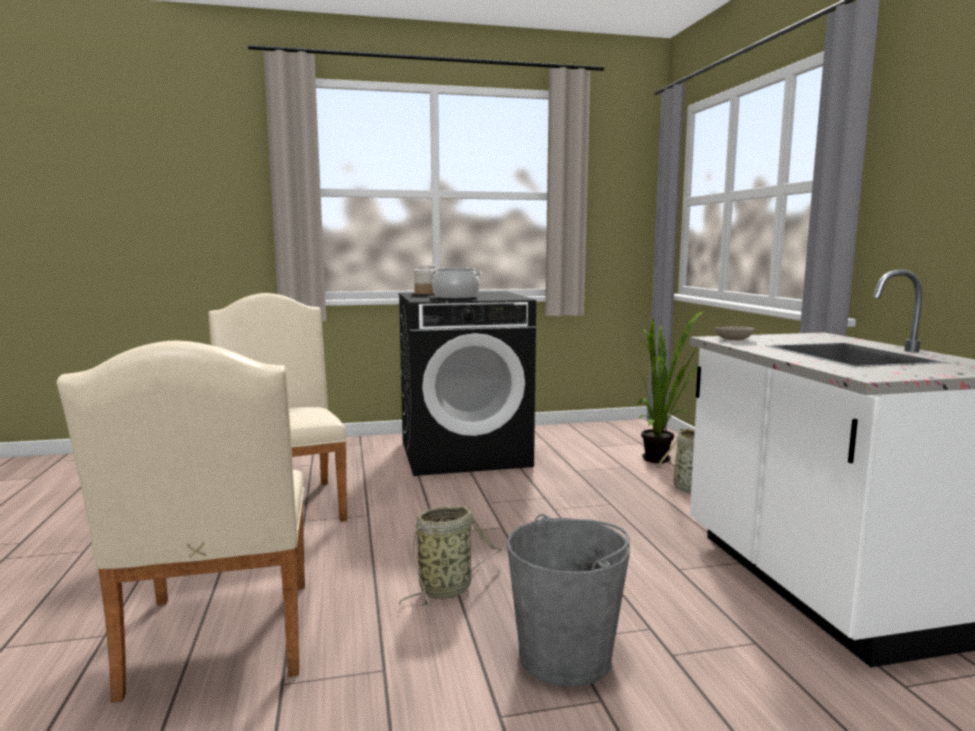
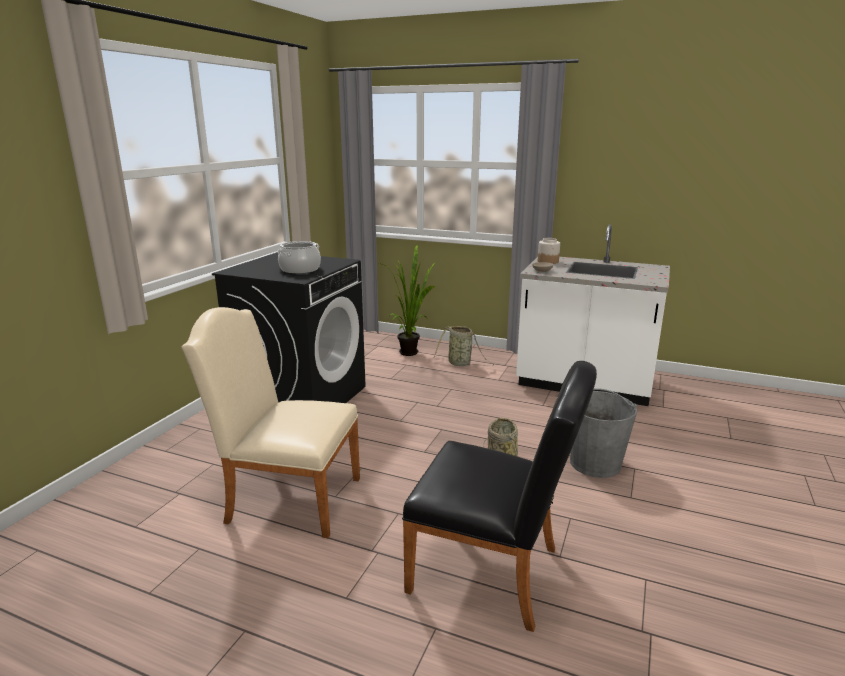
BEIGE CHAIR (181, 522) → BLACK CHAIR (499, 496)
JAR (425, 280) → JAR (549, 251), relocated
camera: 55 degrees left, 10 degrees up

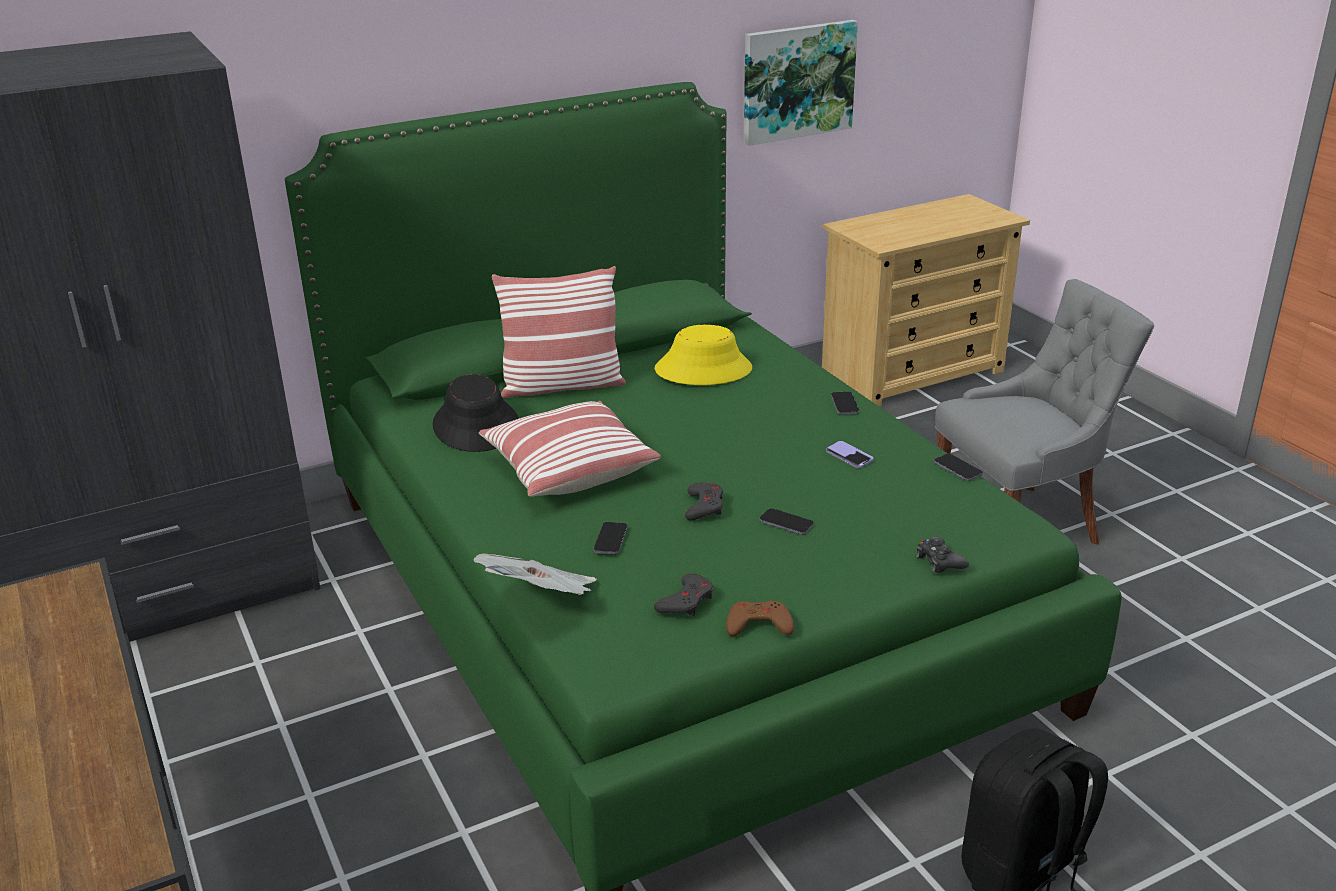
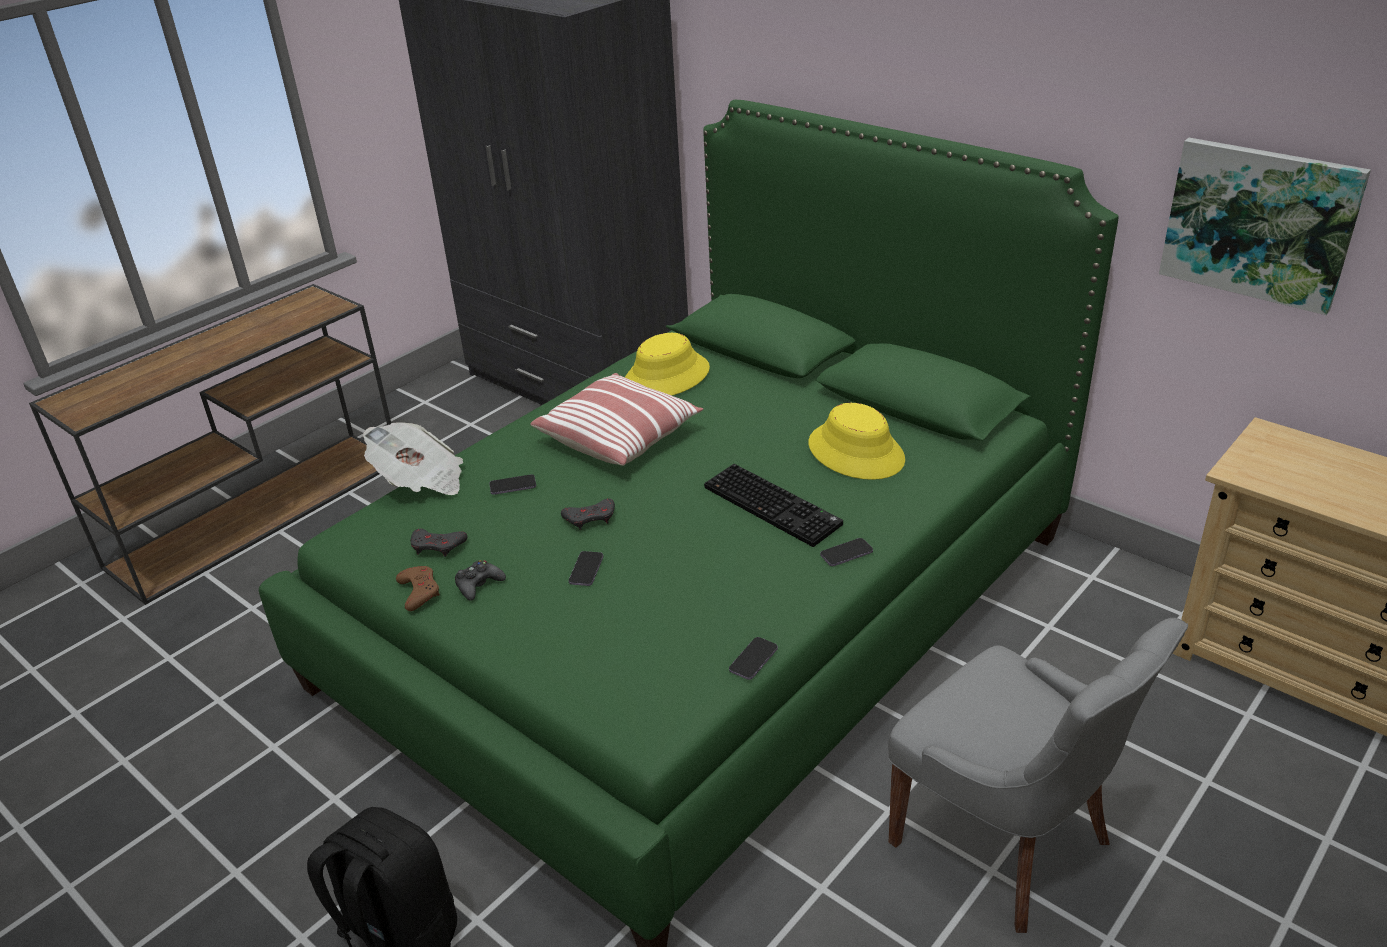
BLACK HAT (475, 413) → YELLOW HAT (667, 364)
PILLOW (559, 332) → -
PHONE (849, 454) → -
BLACK GAME CONTROLLER (942, 555) → BLACK GAME CONTROLLER (480, 580), relocated
- → KEYBOARD (773, 505)
camera: 70 degrees right, 5 degrees up

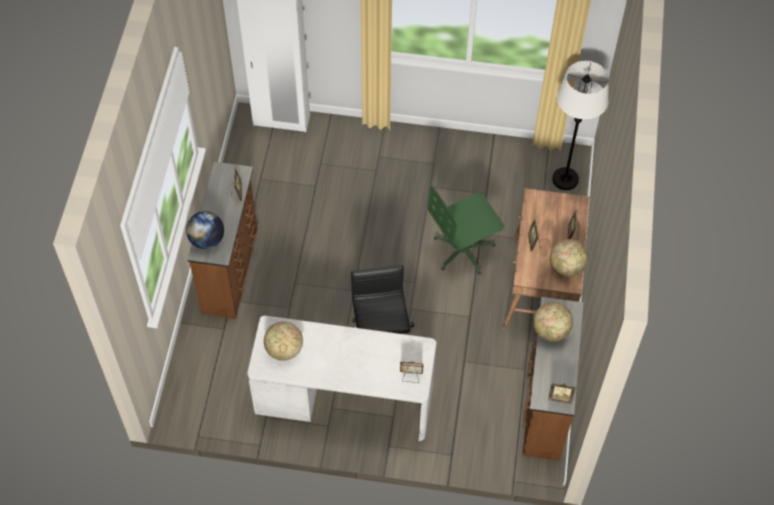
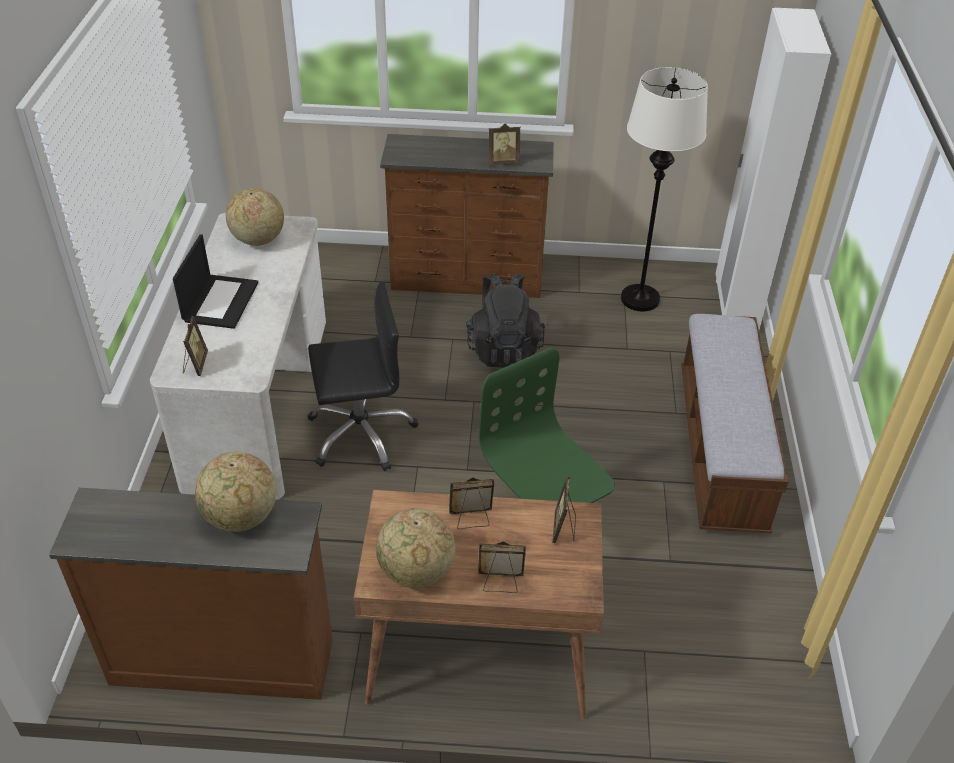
GLOBE (205, 230) → -
PICTURE FRAME (562, 393) → PICTURE FRAME (564, 509), relocated
WHITE FLOOR LAMP (580, 125) → WHITE FLOOR LAMP (664, 189), relocated
- → LAPTOP (215, 281)
- → BLACK BACKPACK (505, 321)
- → BENCH (734, 424)
camera: 85 degrees right, 15 degrees down

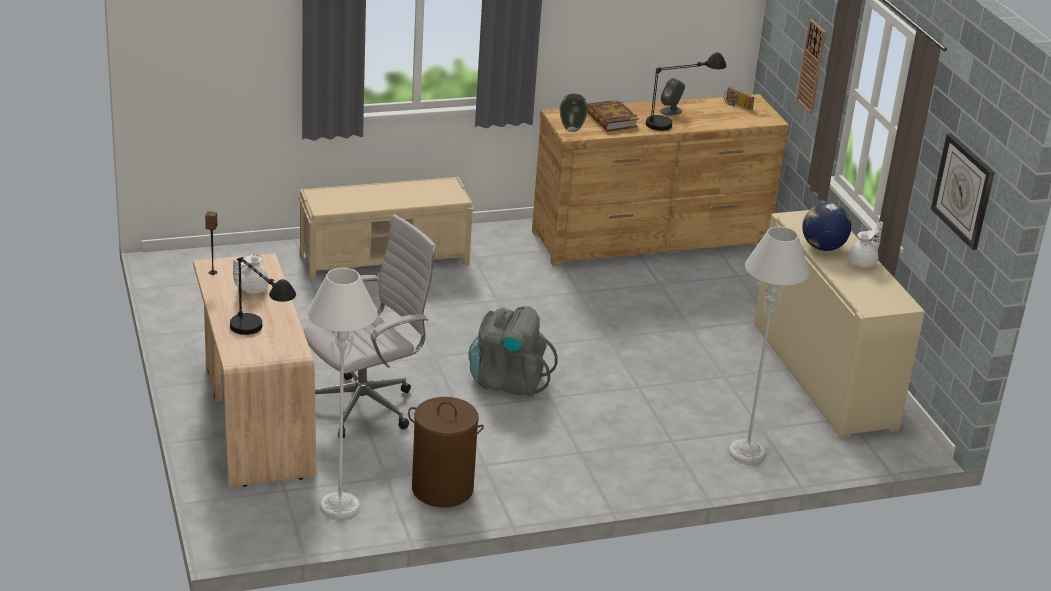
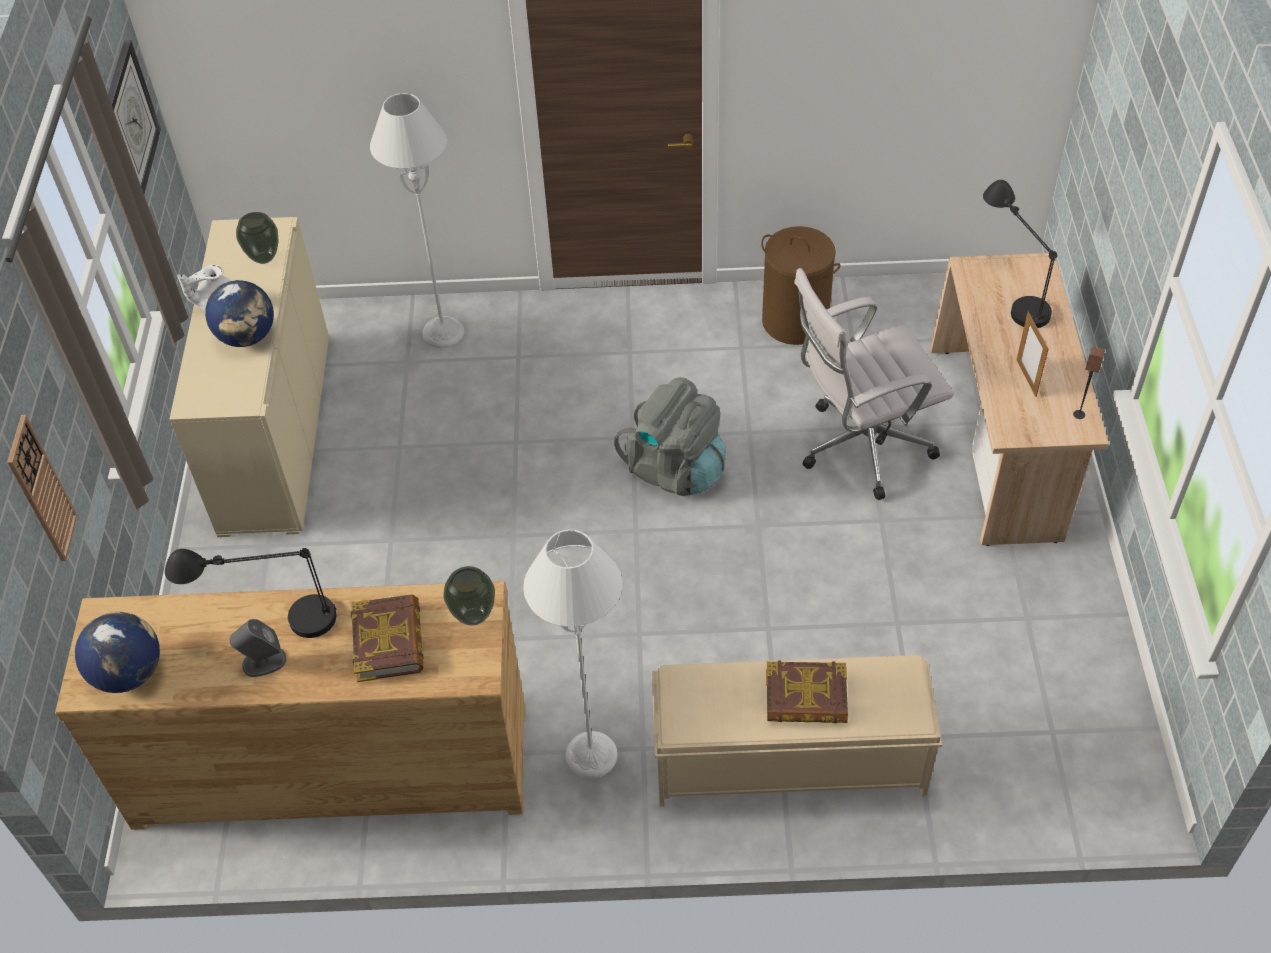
WHITE TEAPOT (251, 274) → PICTURE FRAME (1033, 354)
WHITE FLOOR LAMP (343, 393) → WHITE FLOOR LAMP (573, 654), relocated
RADIO (739, 98) → GLOBE (117, 652)
- → VASE (257, 238)
- → BOOK (807, 691)
camera: 160 degrees left, 20 degrees up

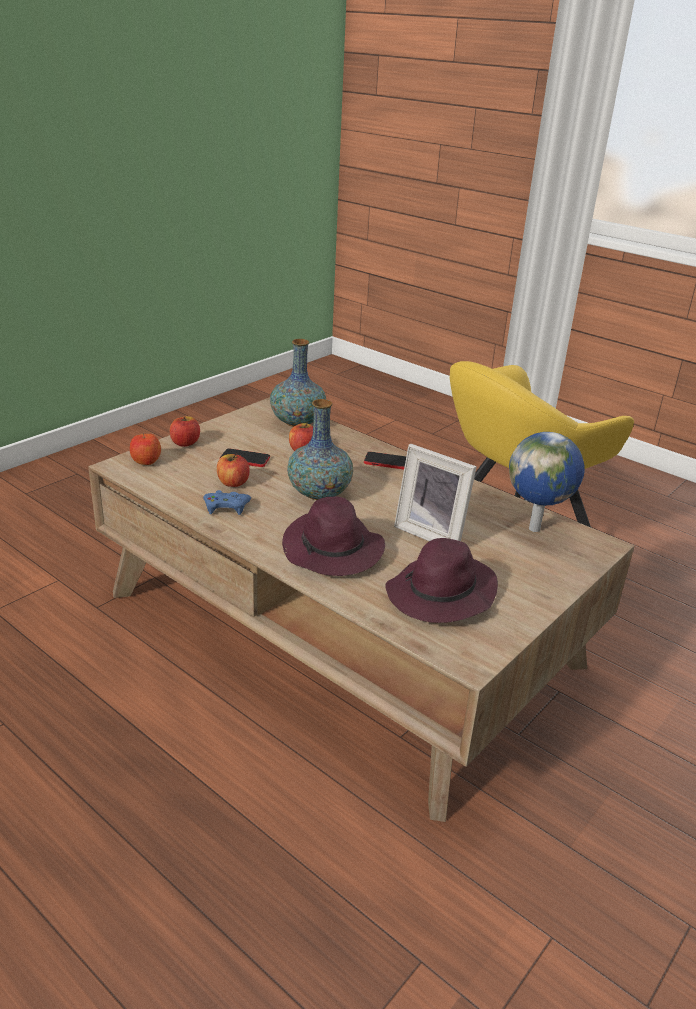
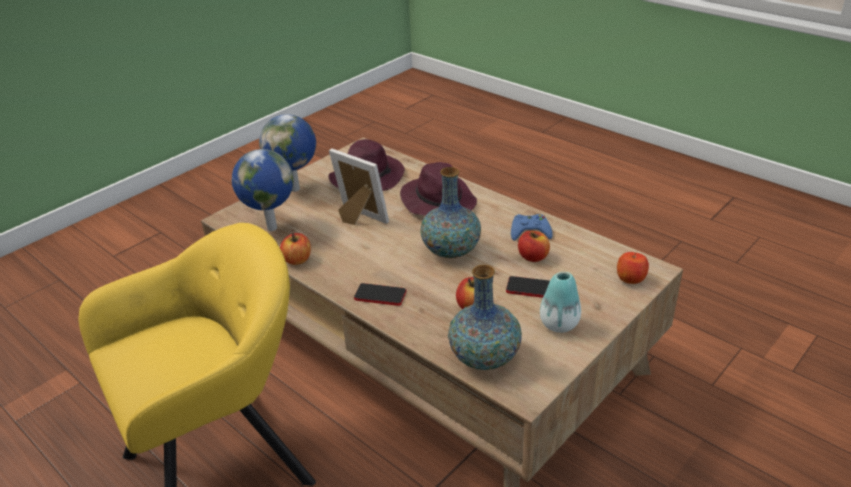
APPLE (185, 431) → APPLE (295, 249), relocated
- → GLOBE (287, 153)
- → VASE (560, 302)
camera: 175 degrees left, 5 degrees up

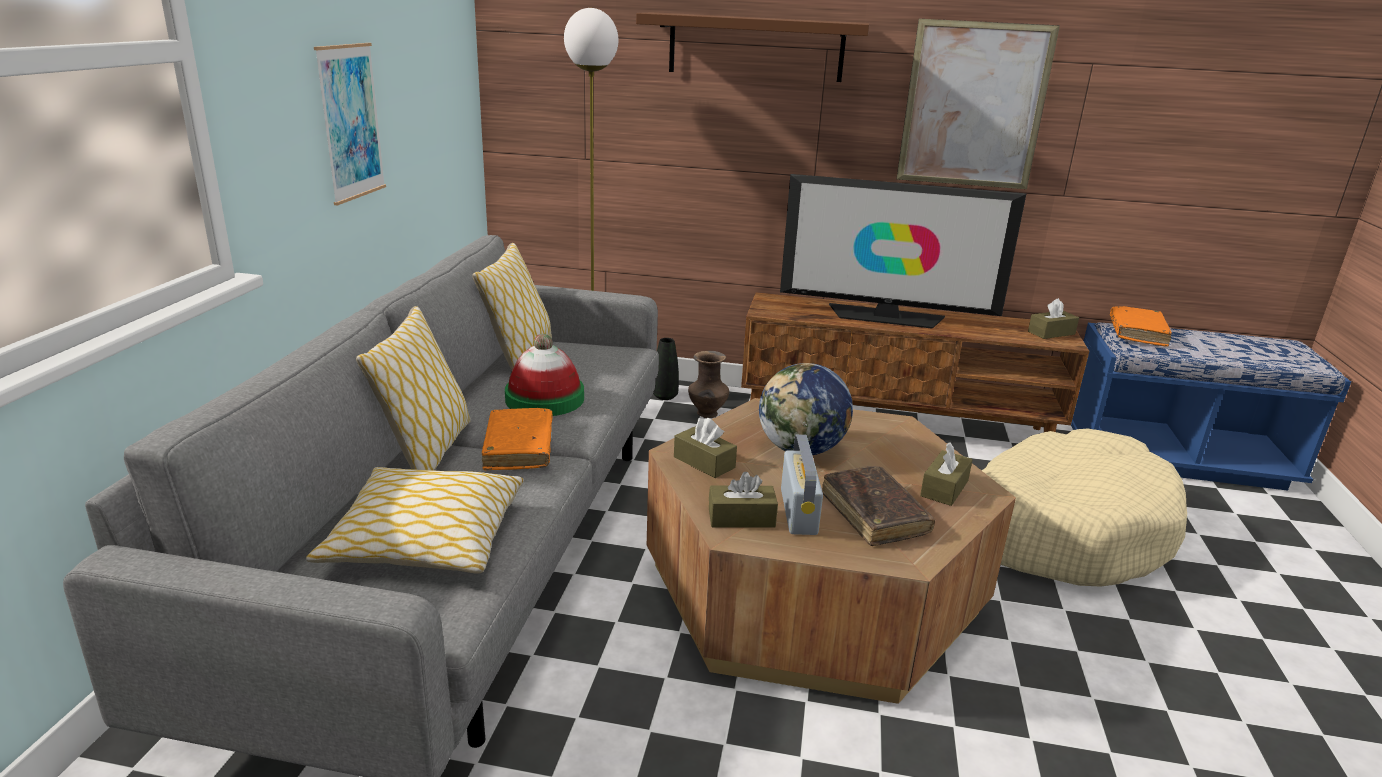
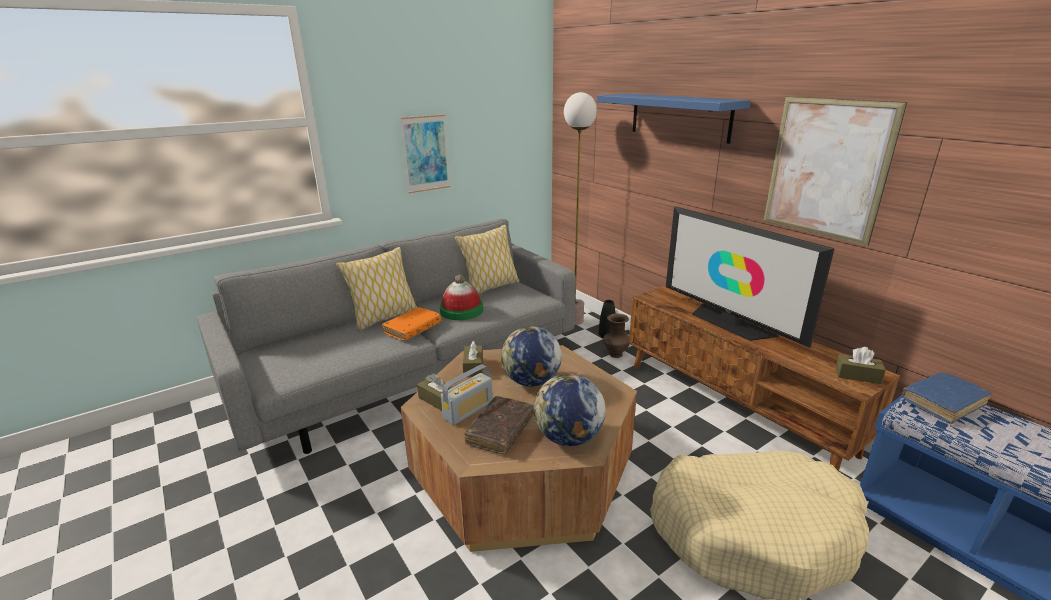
PILLOW (415, 520) → -
BROWN SHELF (752, 47) → BLUE SHELF (674, 119)
BROWN TISSUE BOX (946, 474) → GLOBE (569, 410)
ORANGE BOOK (1141, 326) → BLUE BOOK (946, 398)
camera: 45 degrees right, 0 degrees up

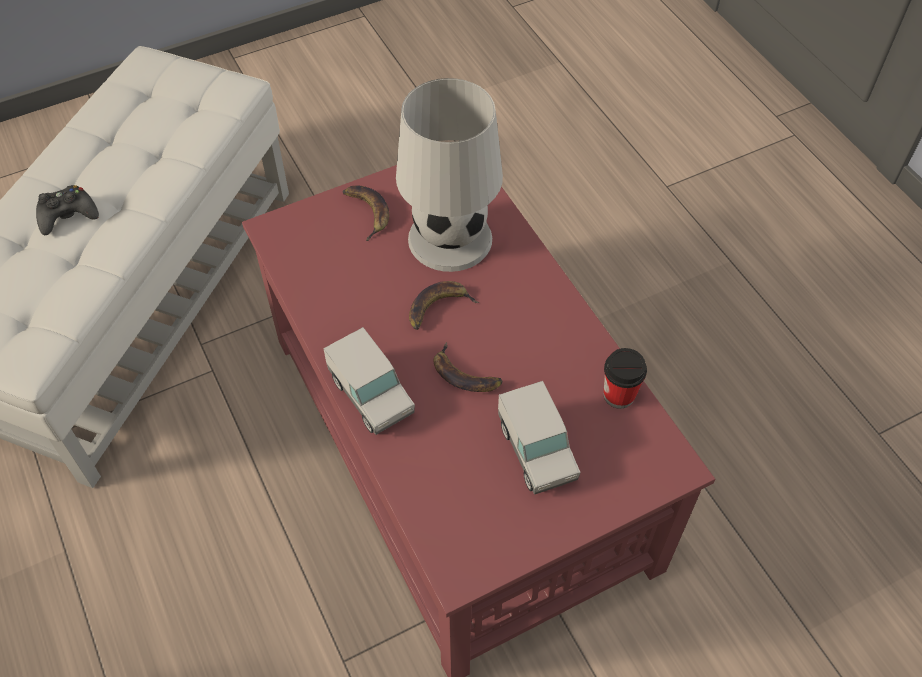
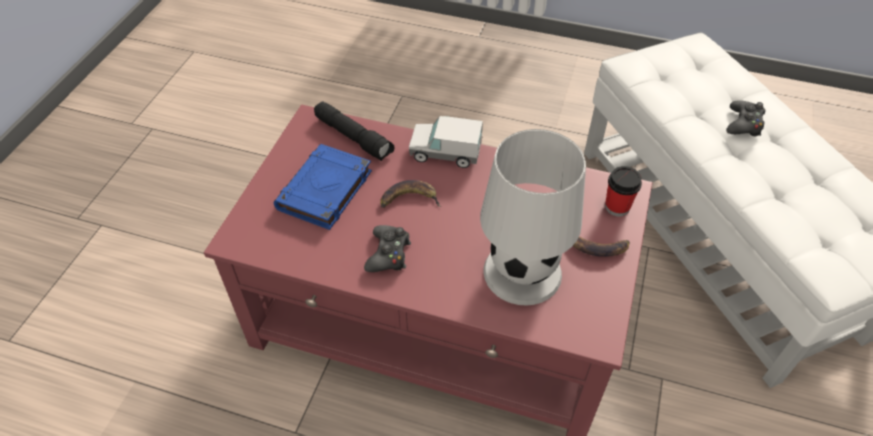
BANANA (444, 305) → -
TOY TRUCK (539, 438) → BLUE BOOK (323, 187)
CUP (625, 378) → CUP (623, 191), relocated
- → BLACK FLASHLIGHT (354, 131)
- → BLACK GAME CONTROLLER (387, 248)
camera: 135 degrees right, 5 degrees down

